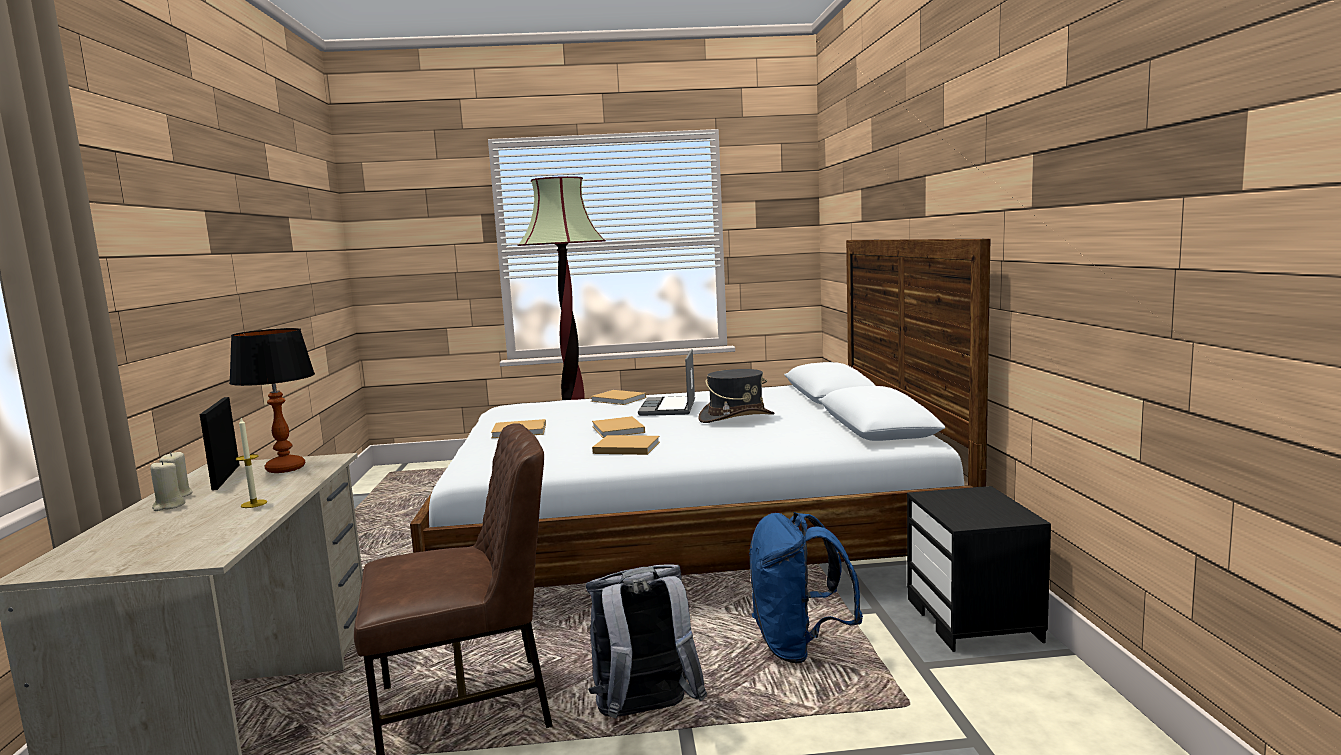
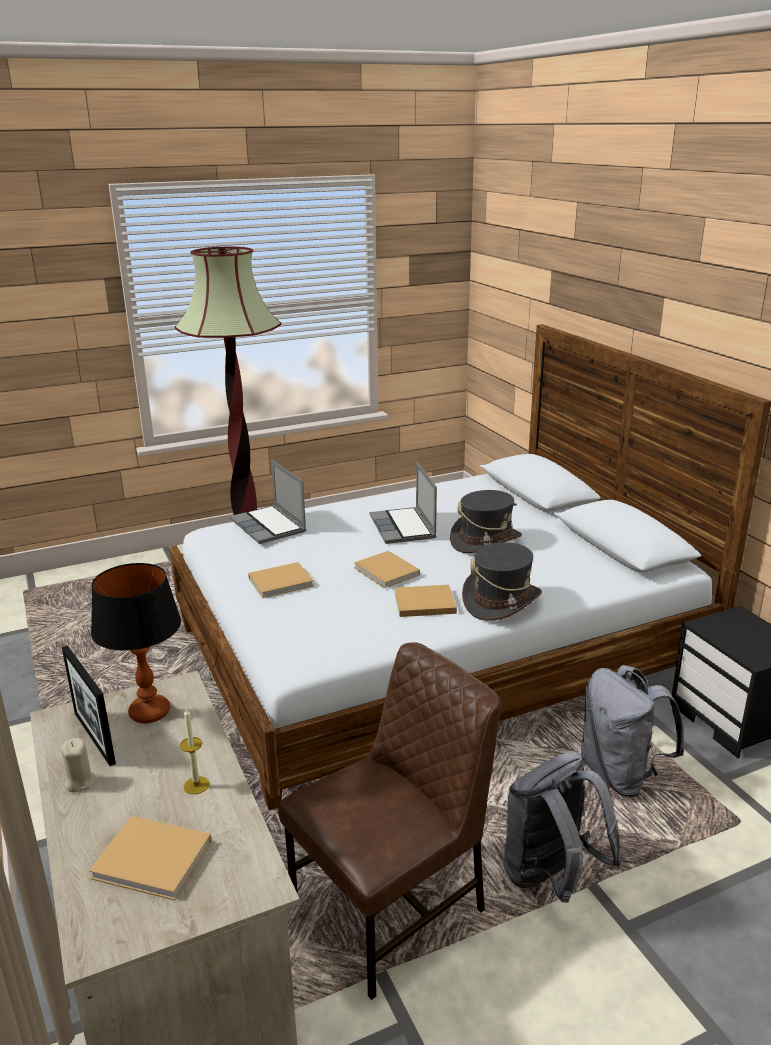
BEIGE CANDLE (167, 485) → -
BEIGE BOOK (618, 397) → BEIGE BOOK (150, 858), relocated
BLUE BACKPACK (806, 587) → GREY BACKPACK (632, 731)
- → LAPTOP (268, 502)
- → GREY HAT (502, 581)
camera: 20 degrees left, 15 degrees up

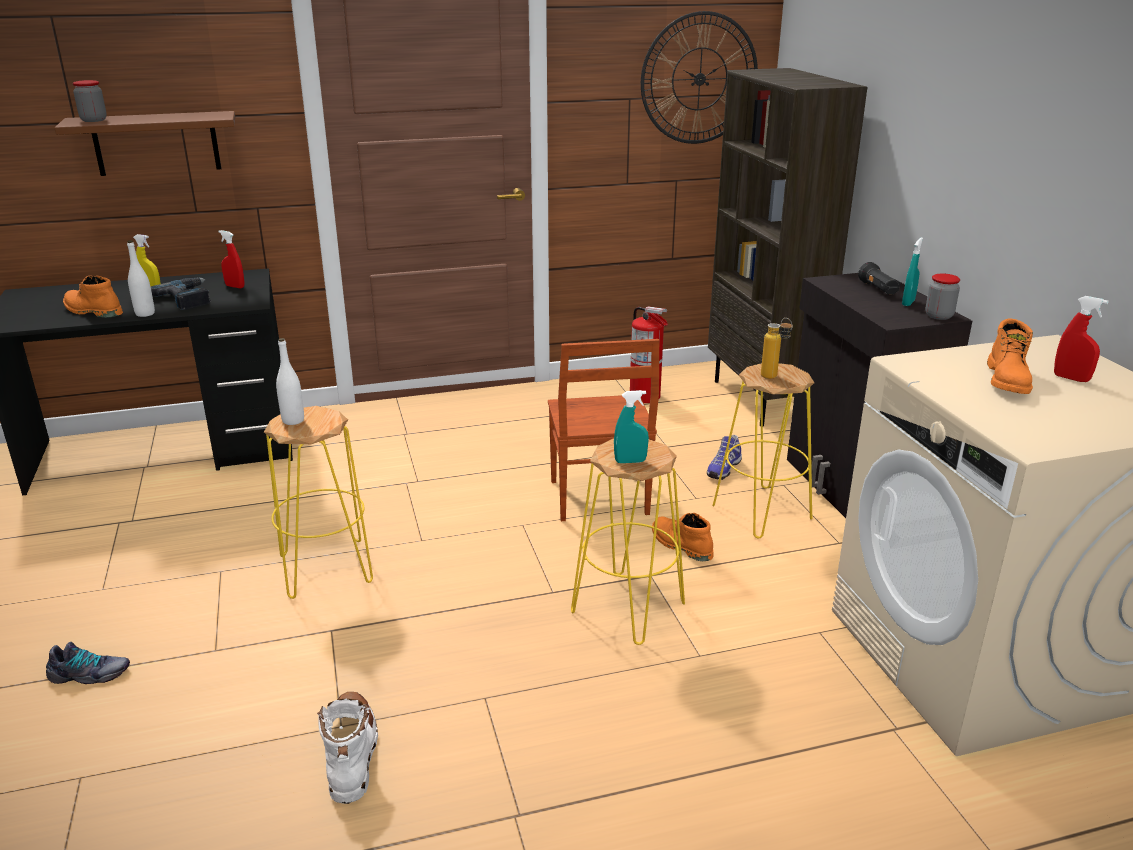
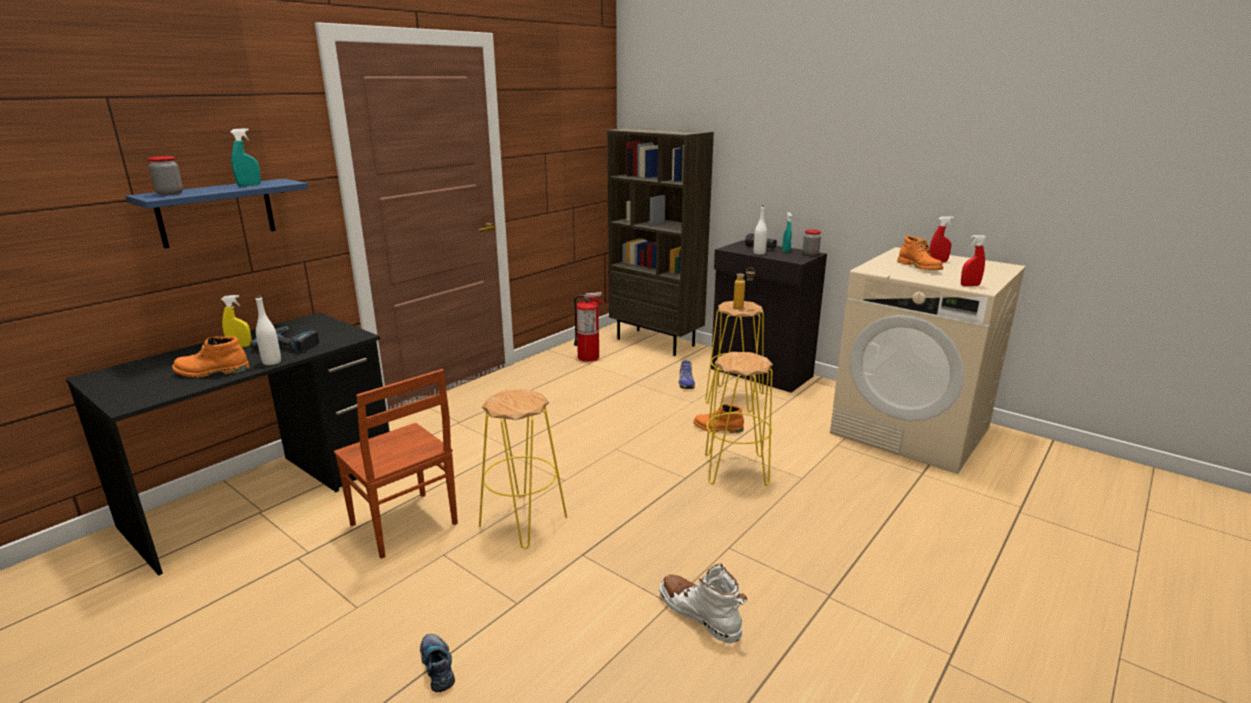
SHOE (88, 663) → SHOE (437, 663), 75 degrees counterclockwise
BROWN SHELF (145, 143) → BLUE SHELF (217, 214)
RED SPRAY BOTTLE (231, 259) → RED SPRAY BOTTLE (974, 260), relocated
WHITE BOTTLE (290, 381) → WHITE BOTTLE (760, 230), relocated
BROWN CHAIR (604, 430) → BROWN CHAIR (396, 464), relocated
TURQUOISE SPRAY BOTTLE (631, 426) → TURQUOISE SPRAY BOTTLE (245, 157), relocated
WALL CLOCK (699, 77) → -
camera: 35 degrees left, 5 degrees down

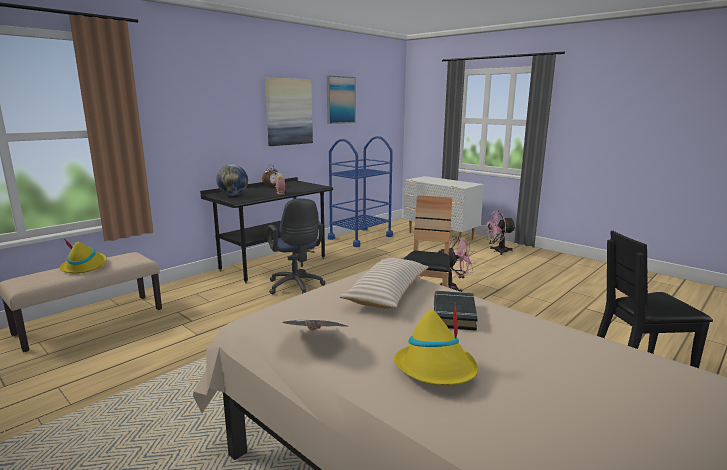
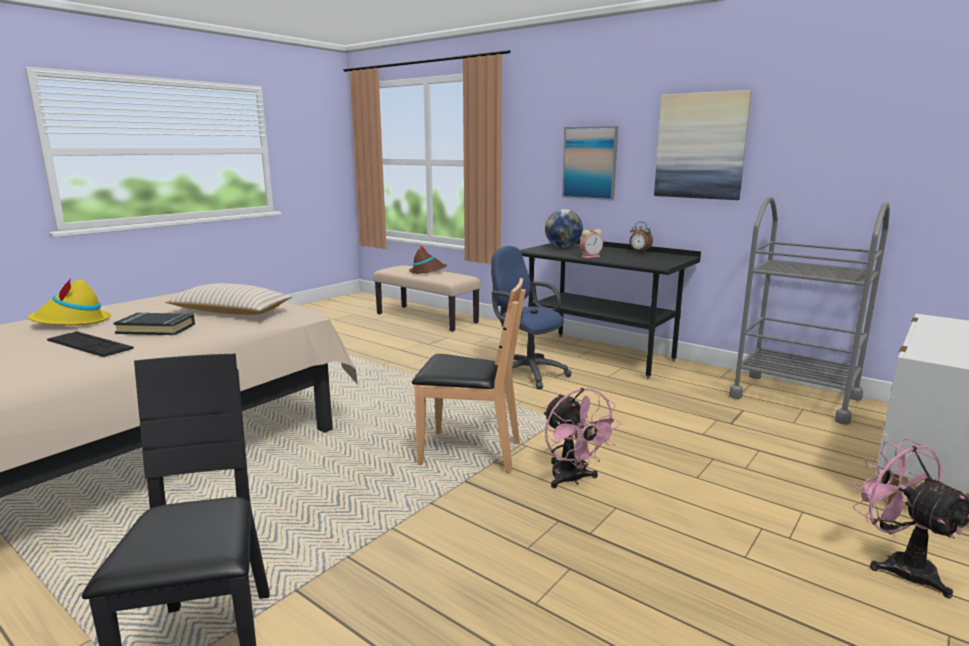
YELLOW HAT (83, 256) → BROWN HAT (428, 259)
BLUE OFFICE CHAIR (296, 246) → BLUE OFFICE CHAIR (531, 317), 75 degrees clockwise
NEWSPAPER (312, 325) → -
PICTURE (341, 99) → PICTURE (590, 163), relocated
BLUE CART (360, 191) → GREY CART (809, 311)
- → KEYBOARD (90, 344)
camera: 85 degrees right, 0 degrees up

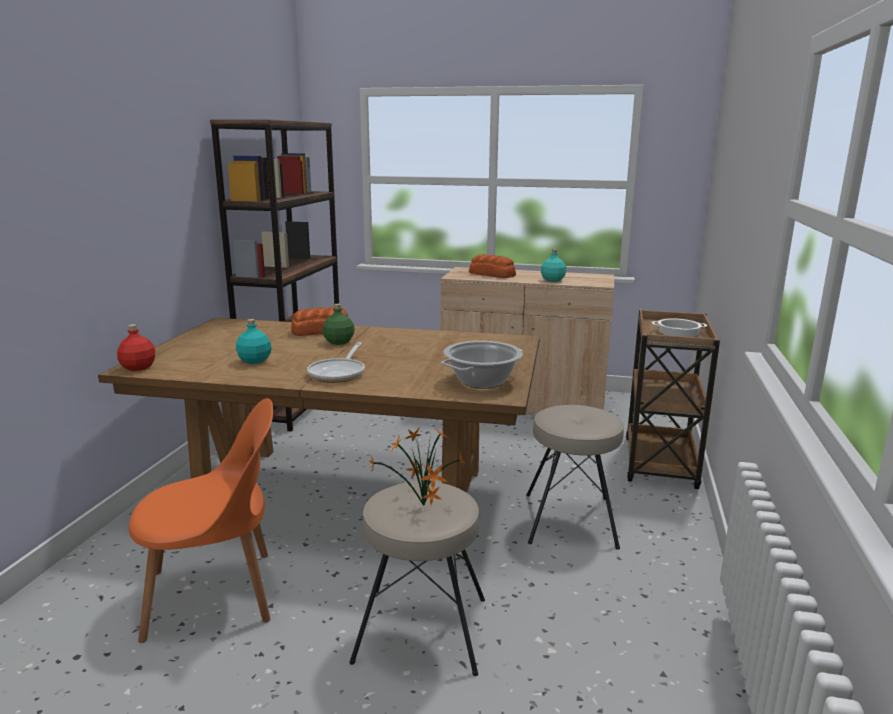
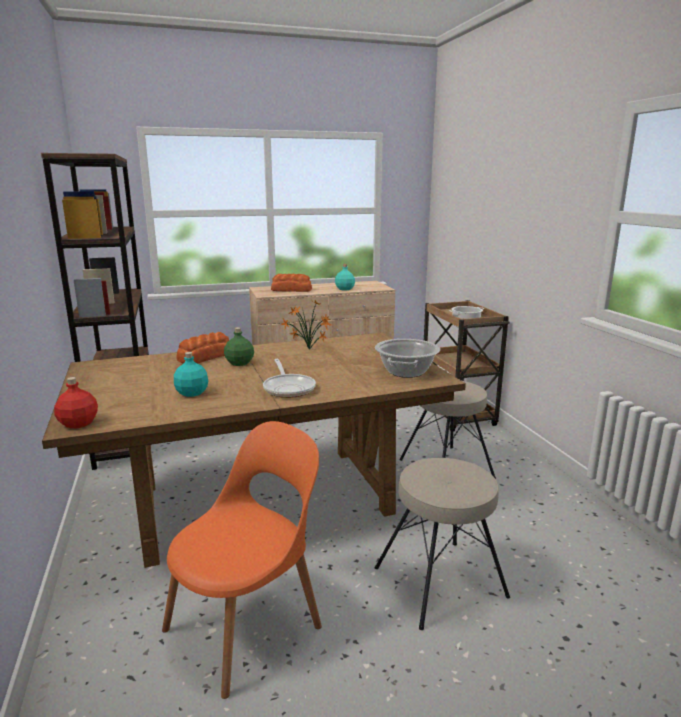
POTTED PLANT (417, 466) → POTTED PLANT (306, 325), relocated
camera: 30 degrees left, 0 degrees up

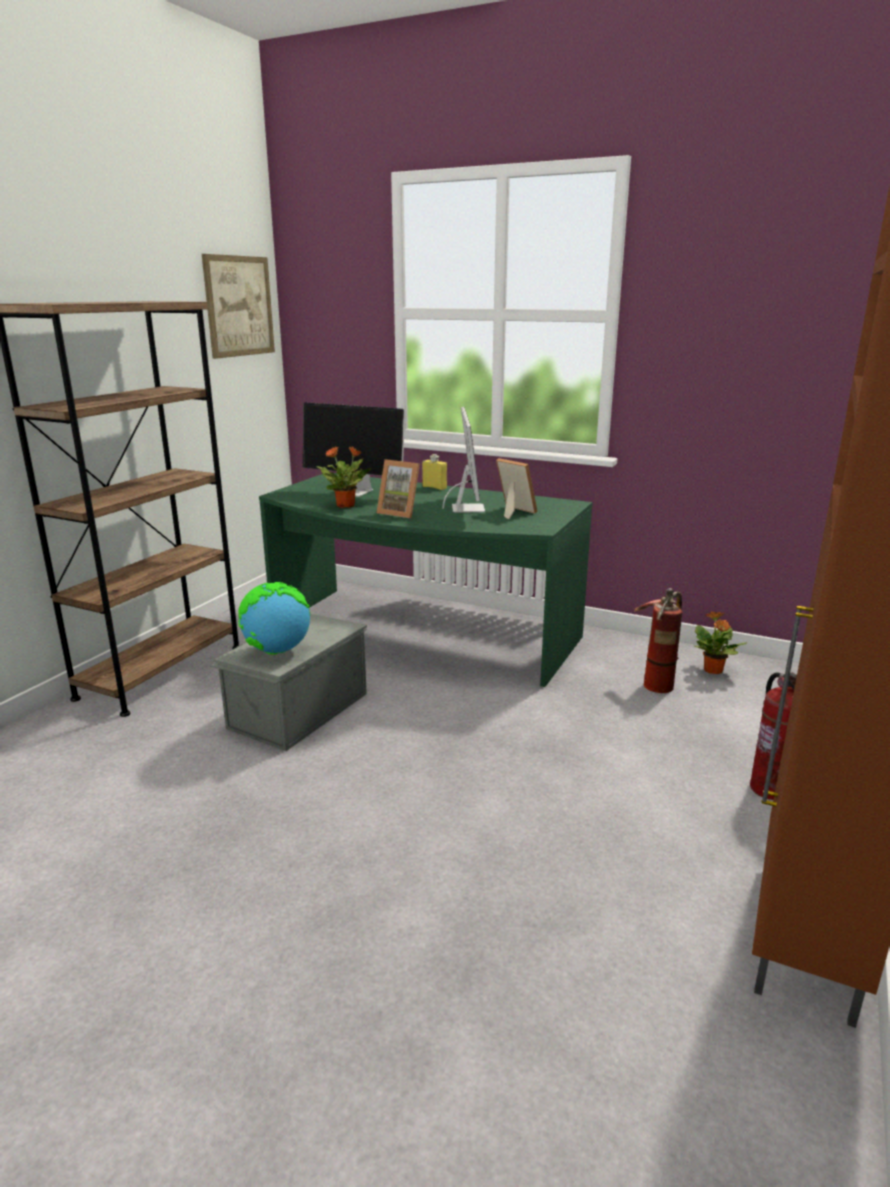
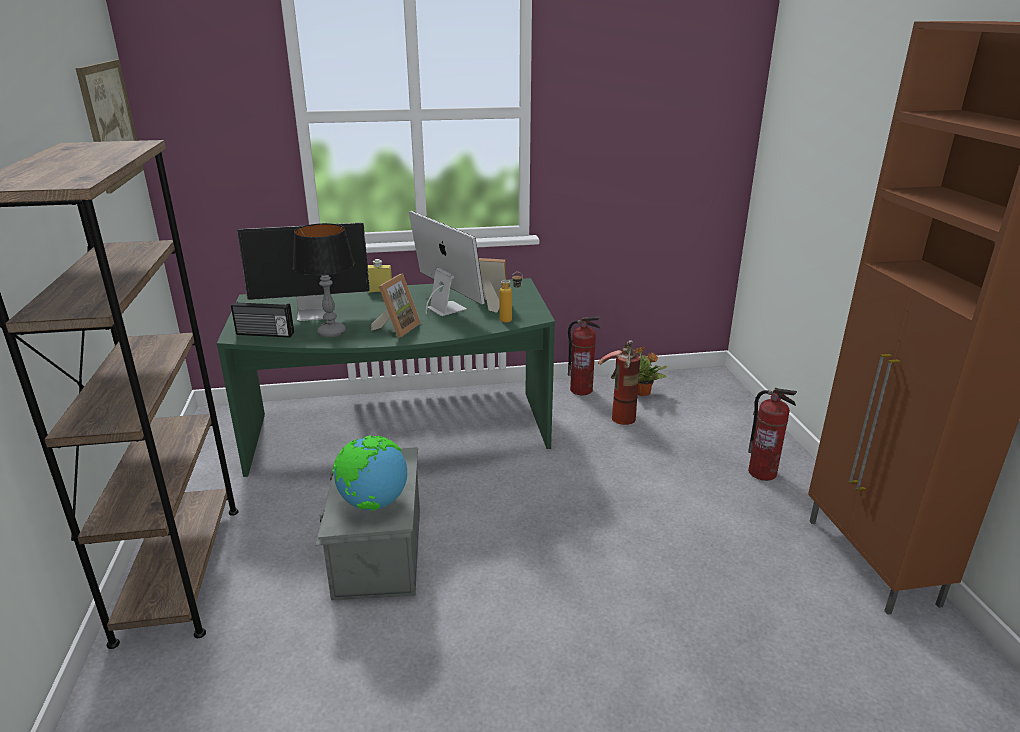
POTTED PLANT (344, 477) → TABLE LAMP (323, 280)
PICTURE FRAME (398, 488) → PICTURE FRAME (396, 305), 60 degrees counterclockwise
- → RADIO (262, 319)
- → BOTTLE (511, 297)
- → FIRE EXTINGUISHER (584, 355)
camera: 35 degrees left, 5 degrees up

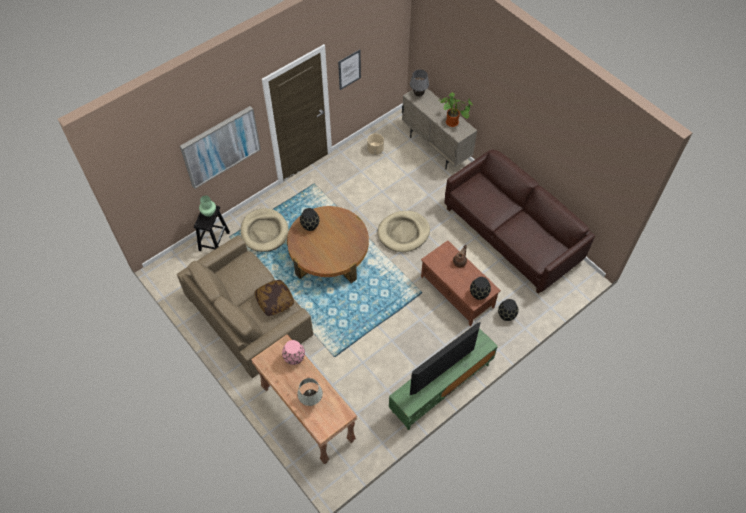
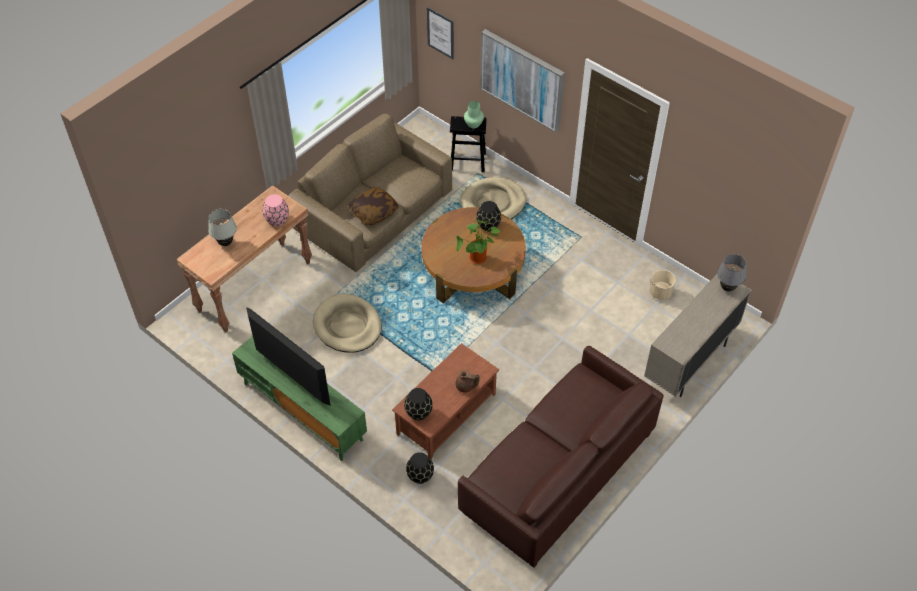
PICTURE (349, 69) → PICTURE (440, 33), relocated
BEIGE DOG BED (404, 231) → BEIGE DOG BED (347, 323), relocated
POTTED PLANT (455, 109) → POTTED PLANT (479, 241), relocated
camera: 80 degrees right, 5 degrees down

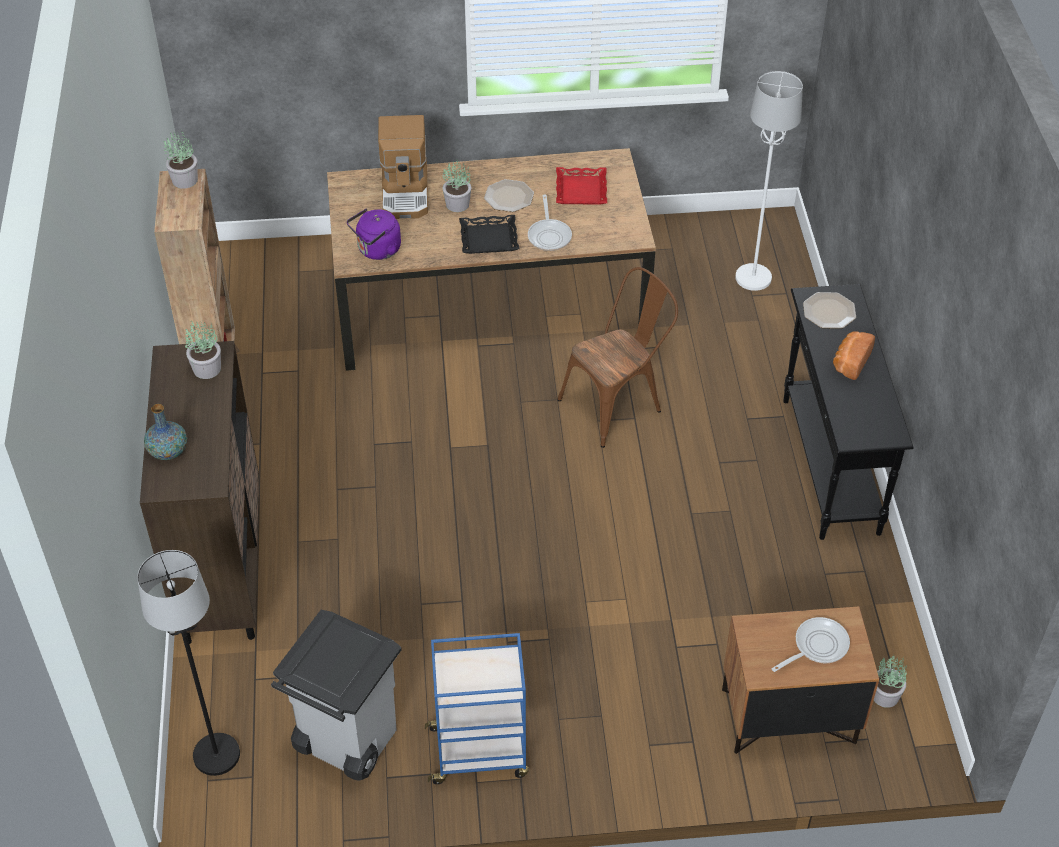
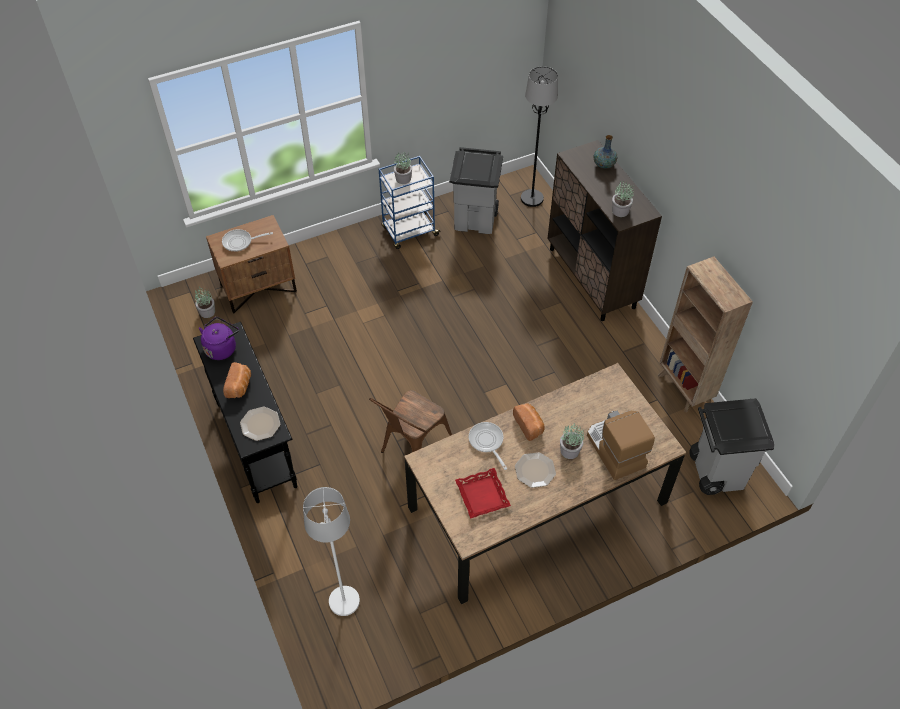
POTTED PLANT (181, 160) → POTTED PLANT (403, 168), relocated
PURPLE KETTLE (374, 234) → PURPLE KETTLE (219, 338), relocated
BLACK TRAY (489, 234) → BREAD (529, 422)
FRYING PAN (810, 644) → FRYING PAN (247, 240), 45 degrees clockwise
- → GREY TRASH CAN (732, 446)
camera: 160 degrees right, 5 degrees up

